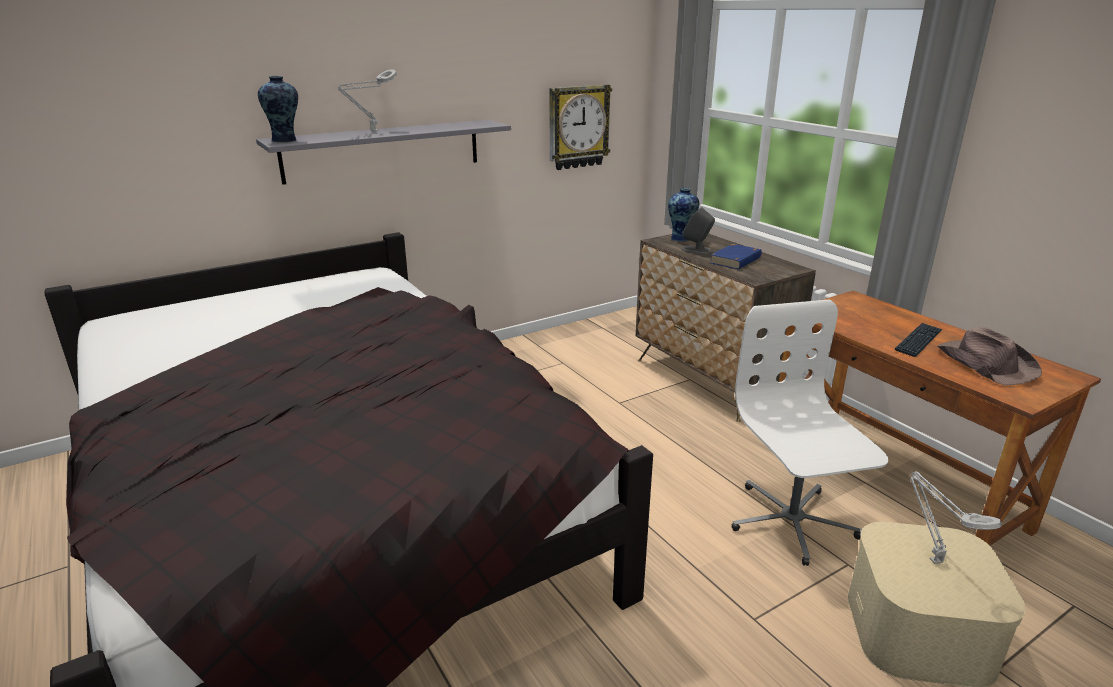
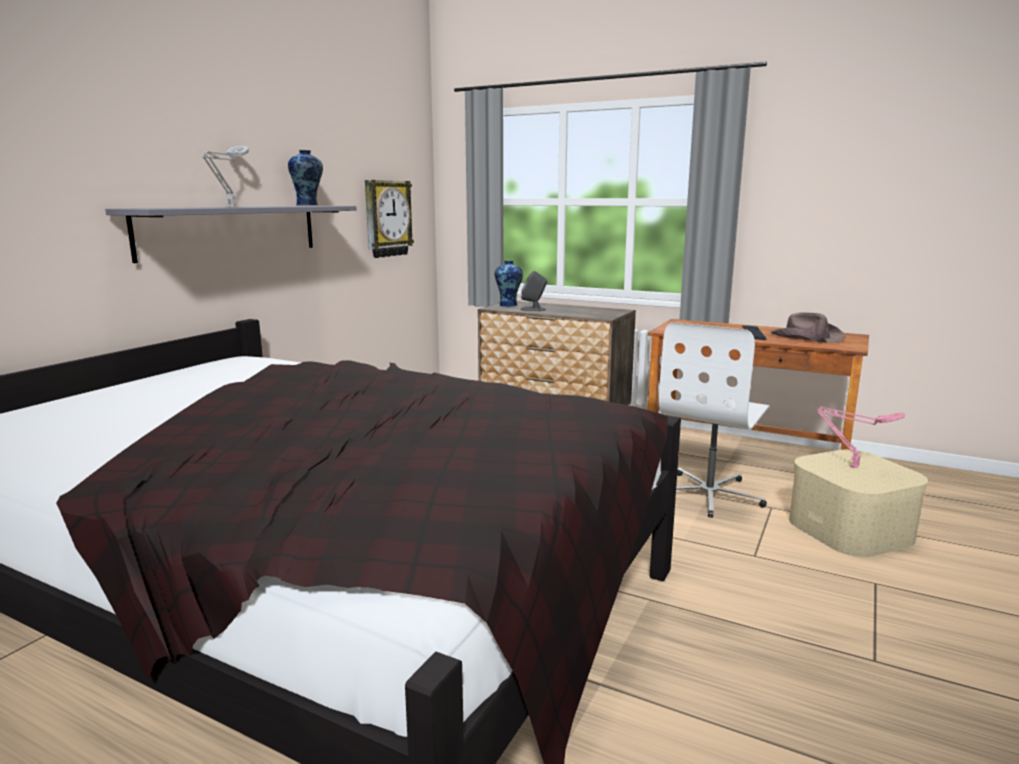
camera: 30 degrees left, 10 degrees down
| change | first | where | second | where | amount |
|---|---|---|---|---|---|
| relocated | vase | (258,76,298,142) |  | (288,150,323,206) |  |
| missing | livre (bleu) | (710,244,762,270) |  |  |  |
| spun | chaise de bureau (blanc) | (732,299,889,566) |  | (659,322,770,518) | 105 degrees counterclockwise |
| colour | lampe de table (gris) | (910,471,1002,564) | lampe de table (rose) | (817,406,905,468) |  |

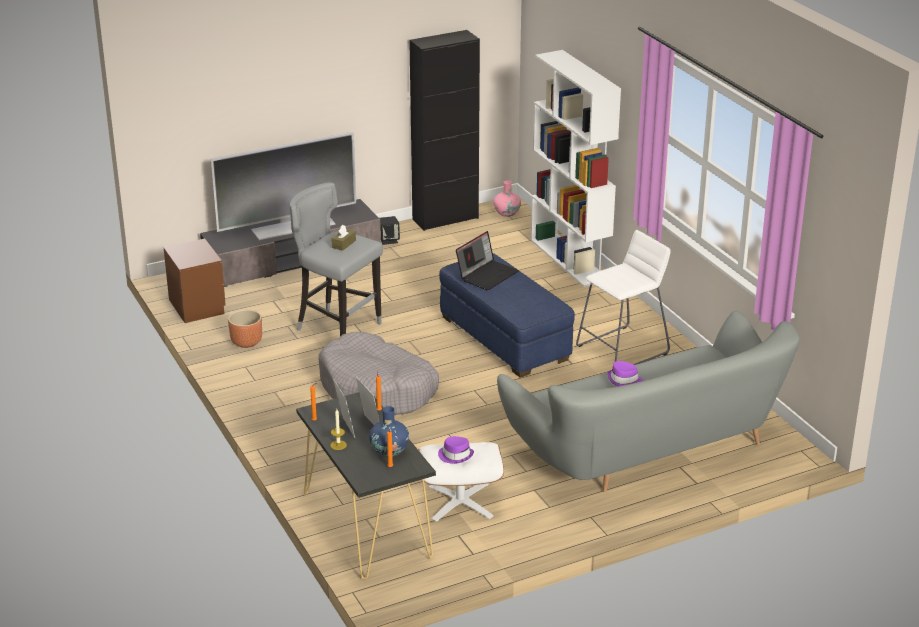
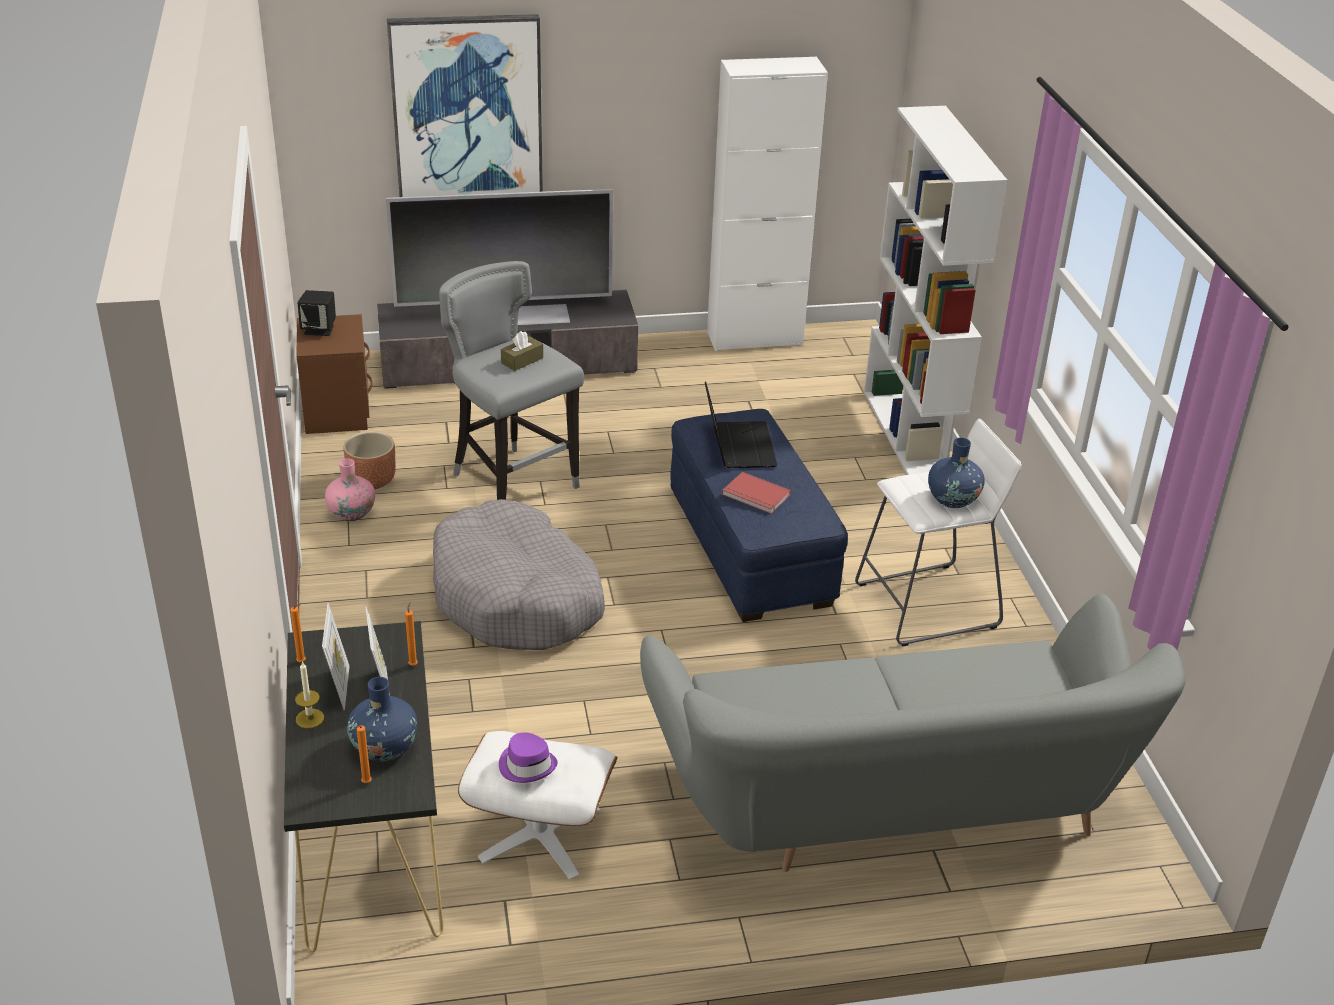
camera: 15 degrees right, 5 degrees up
| change | first | where | second | where | amount |
|---|---|---|---|---|---|
| relocated | enceinte (noir) | (380,216,400,245) |  | (298,290,336,336) |  |
| colour | meuble de rangement (noir) | (409,30,480,231) | meuble de rangement (blanc) | (707,57,828,351) |  |
| spun | ordinateur portable | (456,231,519,290) |  | (705,381,777,468) | 60 degrees counterclockwise |
| relocated | vase (rose) | (493,180,521,217) |  | (325,458,375,521) |  |
| missing | chapeau (violet) | (607,361,643,386) |  |  |  |
| appeared |  |  | tableau | (387,14,543,197) |  |
| appeared |  |  | livre (rouge) | (722,472,791,514) |  |
| appeared |  |  | vase (bleu) | (928,438,985,508) |  |

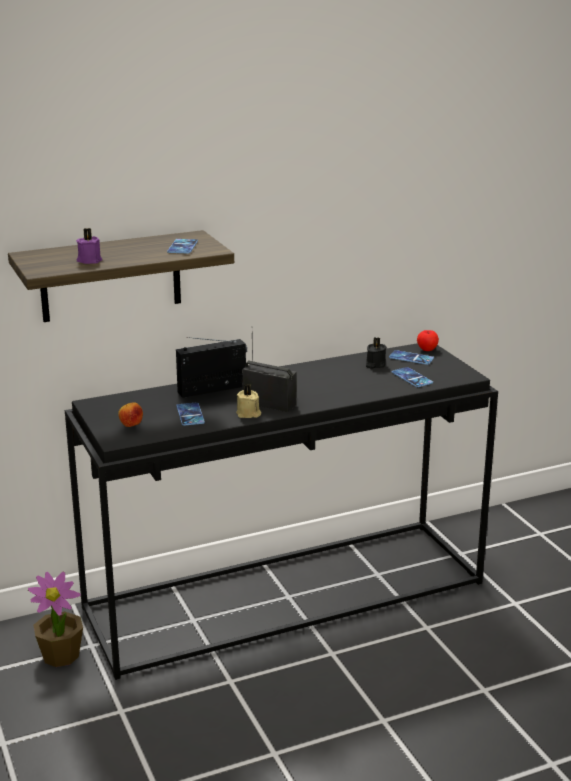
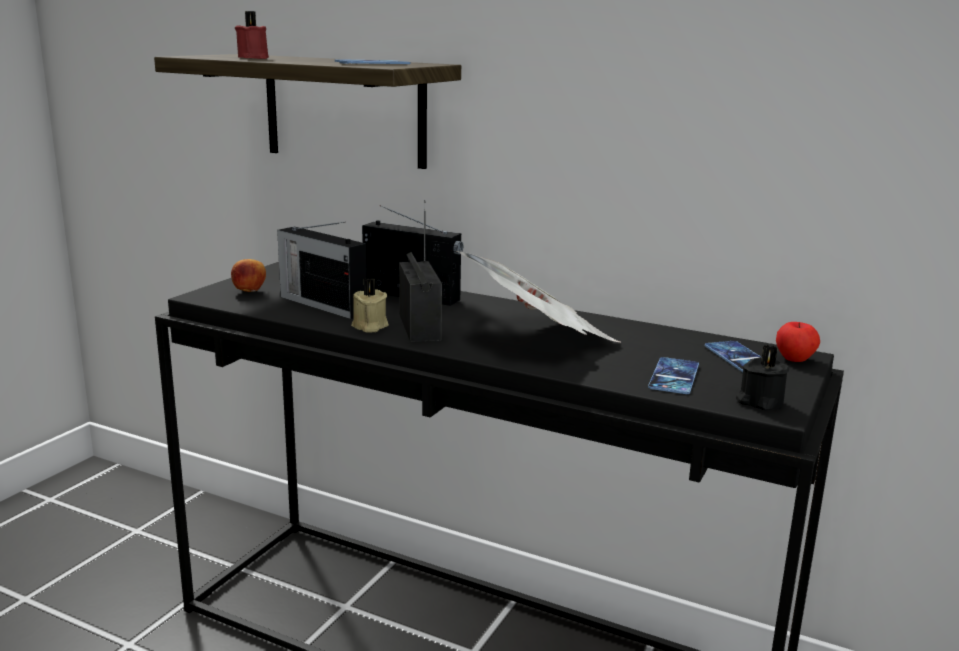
camera: 50 degrees right, 5 degrees down
| change | first | where | second | where | amount |
|---|---|---|---|---|---|
| missing | plante en pot | (28,572,83,667) |  |  |  |
| colour | bougie (violet) | (76,228,102,264) | bougie (rouge) | (235,11,269,59) |  |
| exchanged | téléphone | (176,402,205,426) | radio | (277,222,367,319) |  |
| relocated | bougie (noir) | (366,337,387,369) |  | (736,345,789,410) |  |
| appeared |  |  | journal | (457,251,620,342) |  |

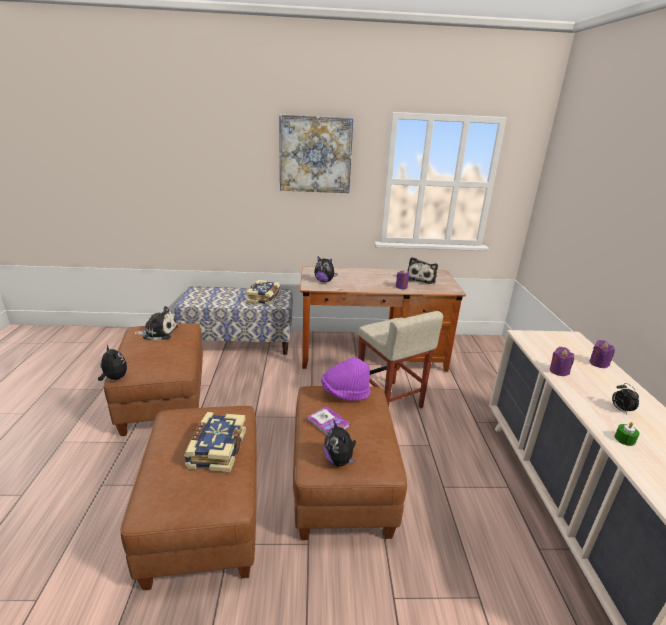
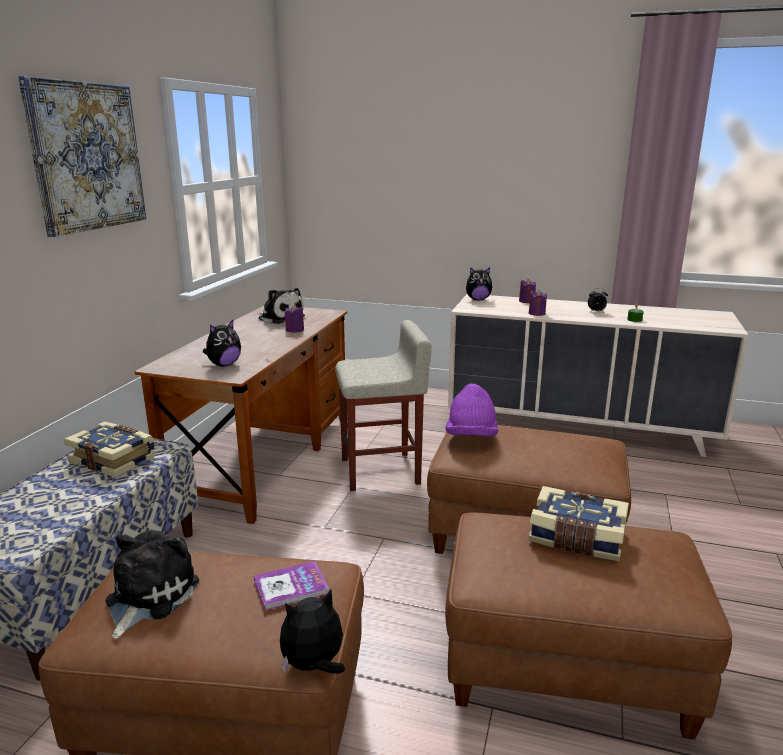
camera: 70 degrees left, 5 degrees down
| change | first | where | second | where | amount |
|---|---|---|---|---|---|
| relocated | livre | (307,406,350,435) |  | (254,561,329,611) |  |
| relocated | peluche | (324,421,356,467) |  | (466,267,493,300) |  |

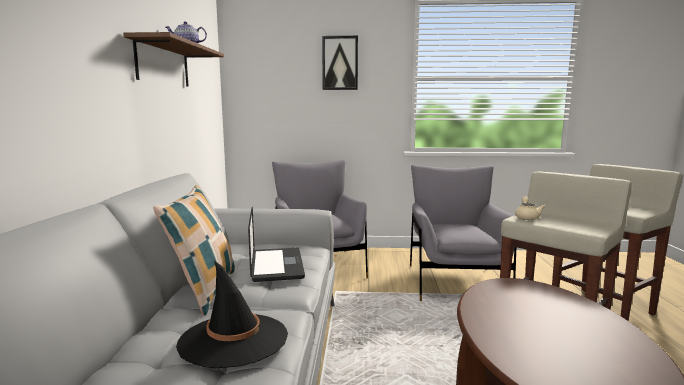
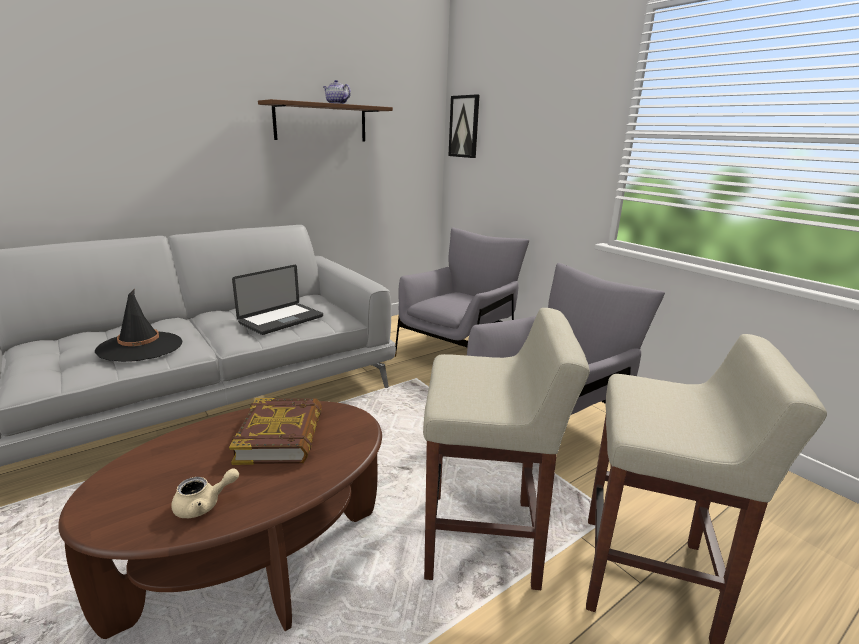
camera: 50 degrees right, 10 degrees up
| change | first | where | second | where | amount |
|---|---|---|---|---|---|
| missing | coussin | (153,185,235,315) |  |  |  |
| relocated | tableau | (322,36,358,90) |  | (448,94,479,158) |  |
| relocated | théière (beige) | (515,196,545,220) |  | (171,468,239,518) |  |
| appeared |  |  | livre | (229,398,322,465) |  |

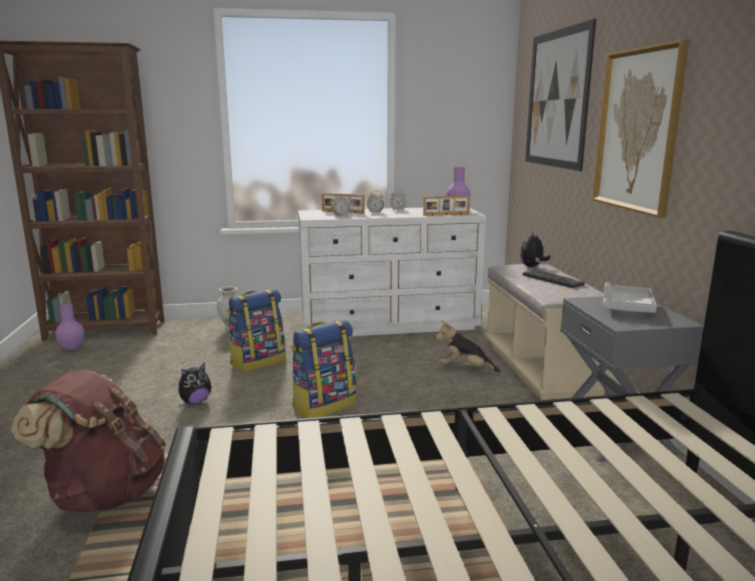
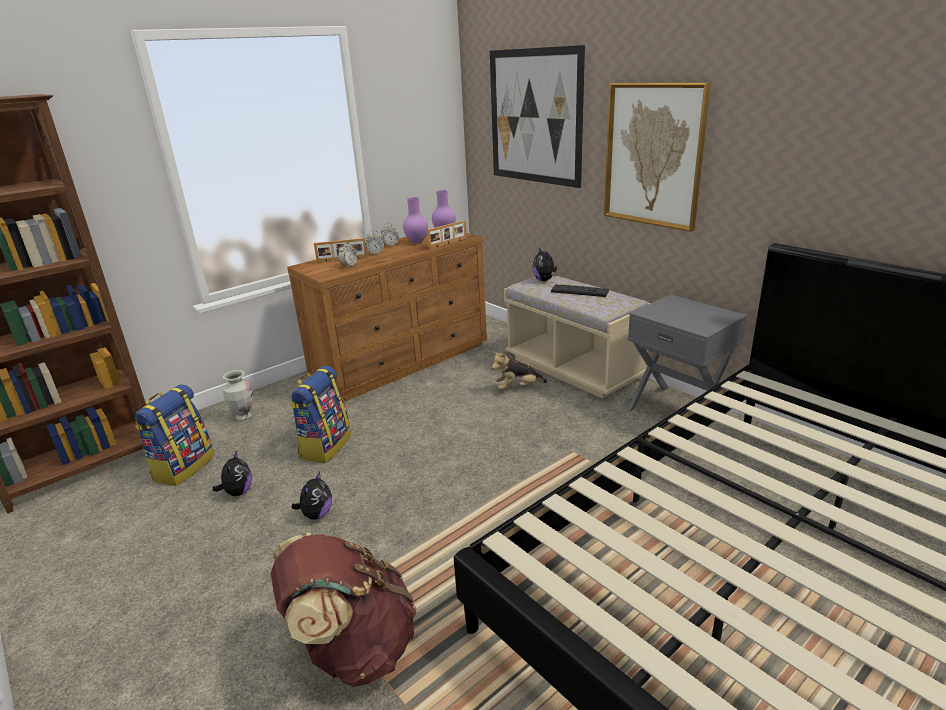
camera: 30 degrees left, 10 degrees up
| change | first | where | second | where | amount |
|---|---|---|---|---|---|
| relocated | vase (violet) | (55,304,84,350) |  | (403,197,428,244) |  |
| relocated | sac à dos | (291,320,356,418) |  | (135,384,214,486) |  |
| colour | commode (blanc) | (298,208,486,337) | commode (marron) | (287,233,487,401) |  |
| missing | plateau (gris) | (603,283,657,313) |  |  |  |
| appeared |  |  | peluche | (212,450,252,496) |  |

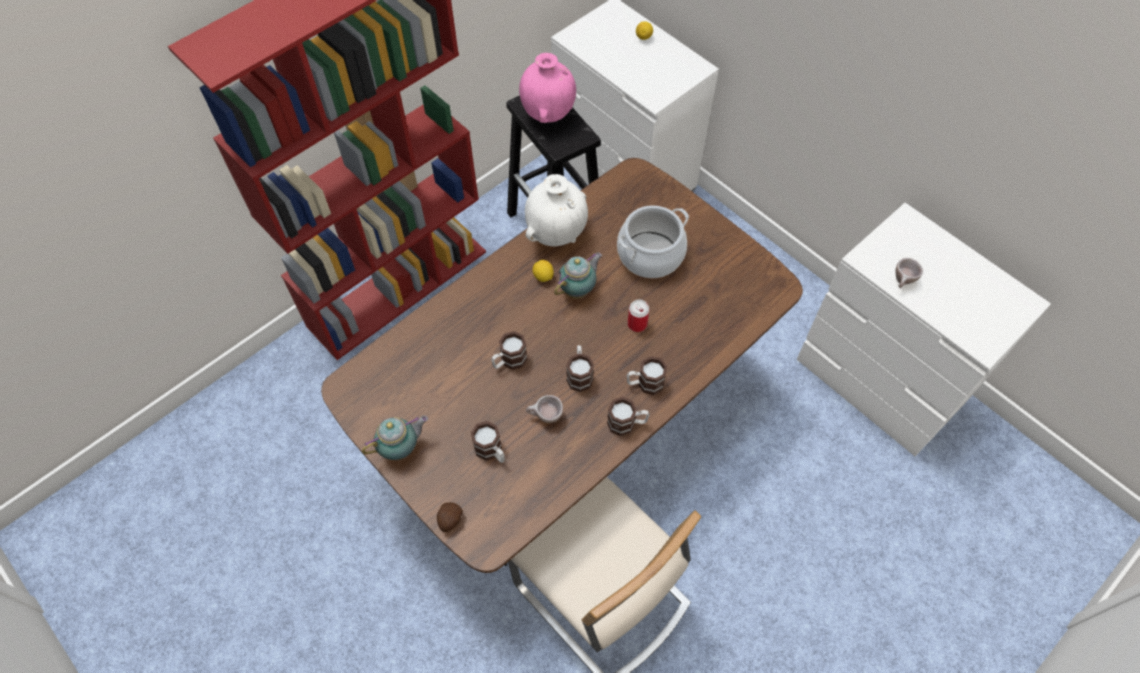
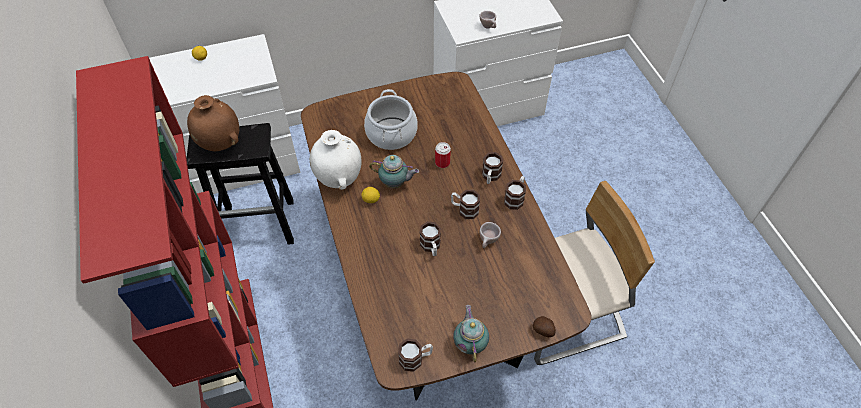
camera: 65 degrees left, 5 degrees down
| change | first | where | second | where | amount |
|---|---|---|---|---|---|
| relocated | mug | (471,421,505,463) |  | (398,339,433,372) |  |
| colour | vase (rose) | (519,53,576,123) | vase (marron) | (187,95,239,151) |  |
| spun | théière | (554,252,602,299) |  | (369,155,419,189) | 120 degrees clockwise |

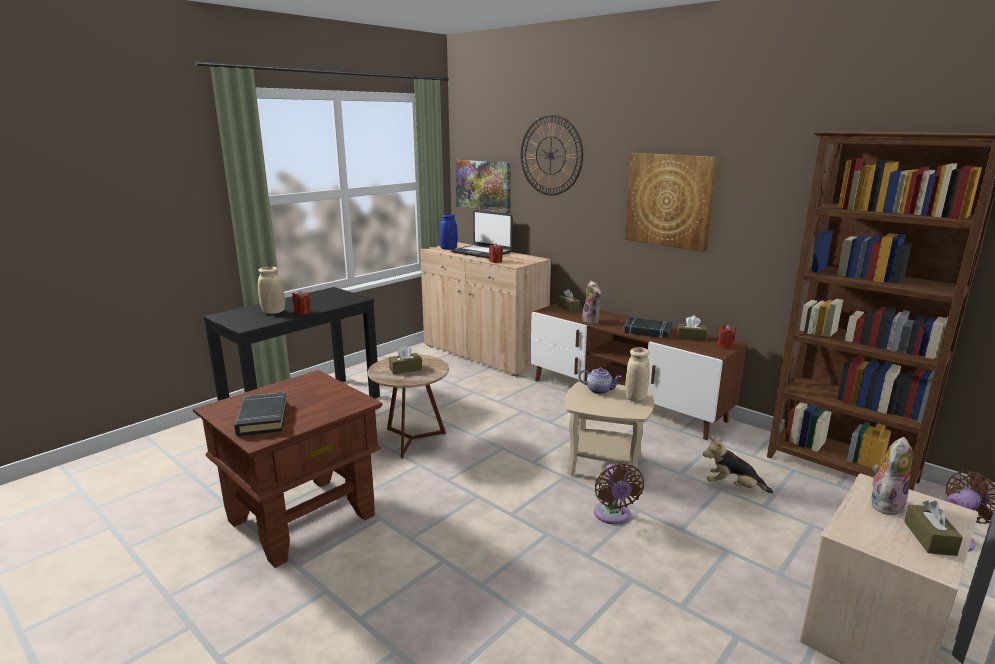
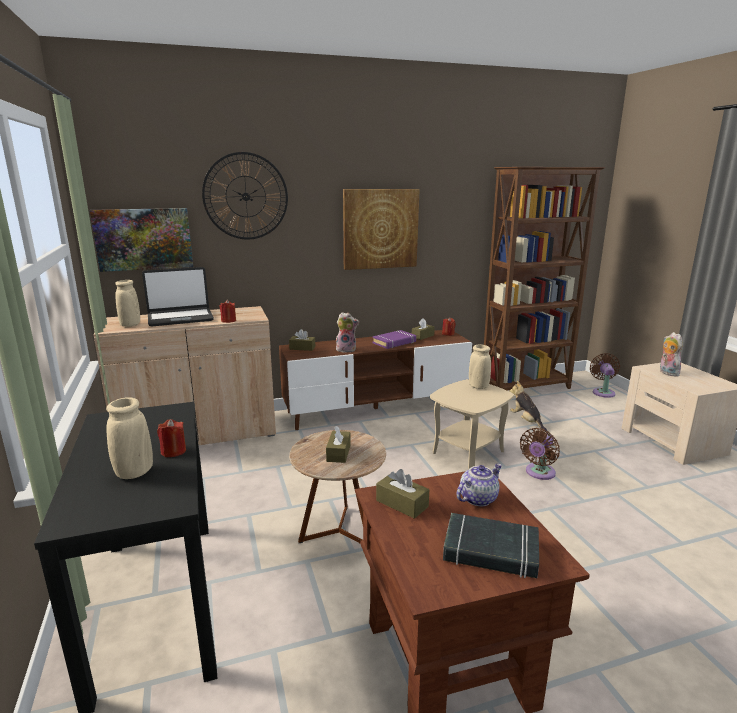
camera: 60 degrees left, 0 degrees up
| change | first | where | second | where | amount |
|---|---|---|---|---|---|
| colour | vase (bleu) | (439,214,458,250) | vase (beige) | (115,280,140,327) |  |
| relocated | théière | (579,367,622,394) |  | (457,463,502,506) |  |
| spun | ventilateur (marron) | (594,463,644,525) |  | (520,428,560,480) | 105 degrees clockwise |
| colour | livre (noir) | (623,318,672,338) | livre (violet) | (373,330,416,349) |  |
| spun | peluche | (703,436,773,493) |  | (509,381,547,432) | 105 degrees clockwise |
| relocated | boîte à mouchoirs (marron) | (904,501,963,556) |  | (376,469,429,519) |  |

